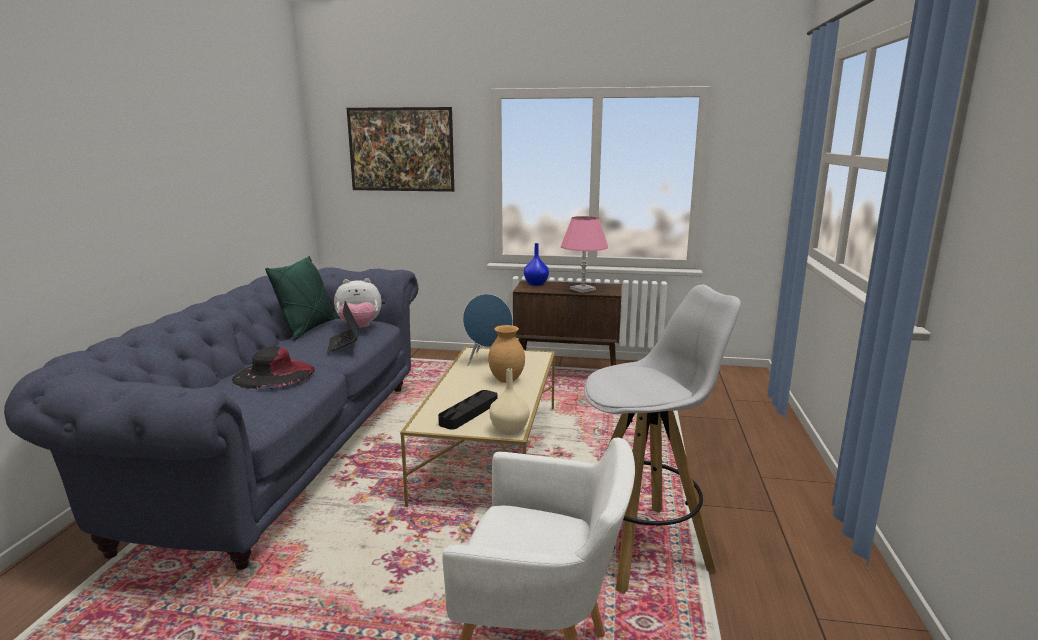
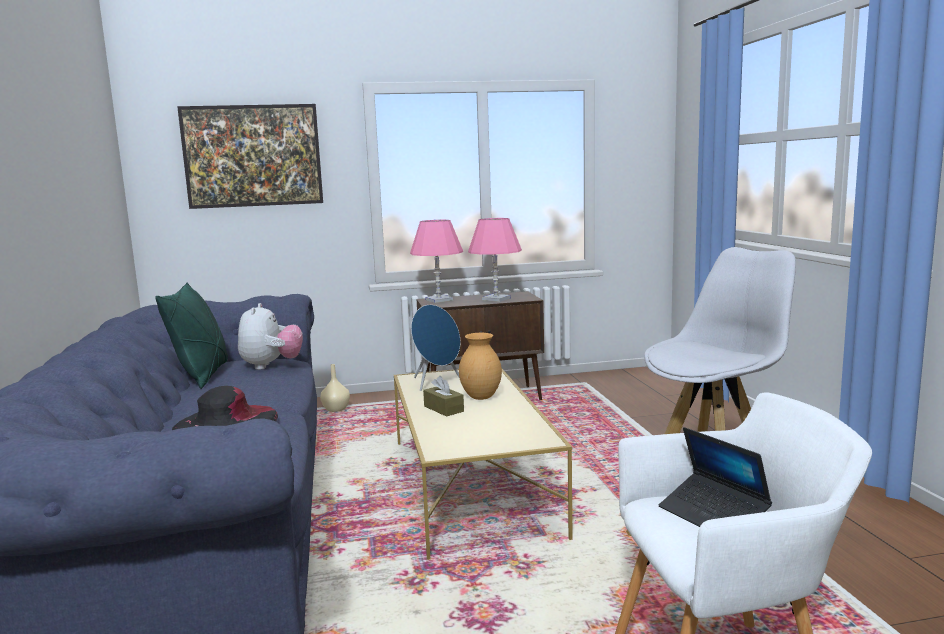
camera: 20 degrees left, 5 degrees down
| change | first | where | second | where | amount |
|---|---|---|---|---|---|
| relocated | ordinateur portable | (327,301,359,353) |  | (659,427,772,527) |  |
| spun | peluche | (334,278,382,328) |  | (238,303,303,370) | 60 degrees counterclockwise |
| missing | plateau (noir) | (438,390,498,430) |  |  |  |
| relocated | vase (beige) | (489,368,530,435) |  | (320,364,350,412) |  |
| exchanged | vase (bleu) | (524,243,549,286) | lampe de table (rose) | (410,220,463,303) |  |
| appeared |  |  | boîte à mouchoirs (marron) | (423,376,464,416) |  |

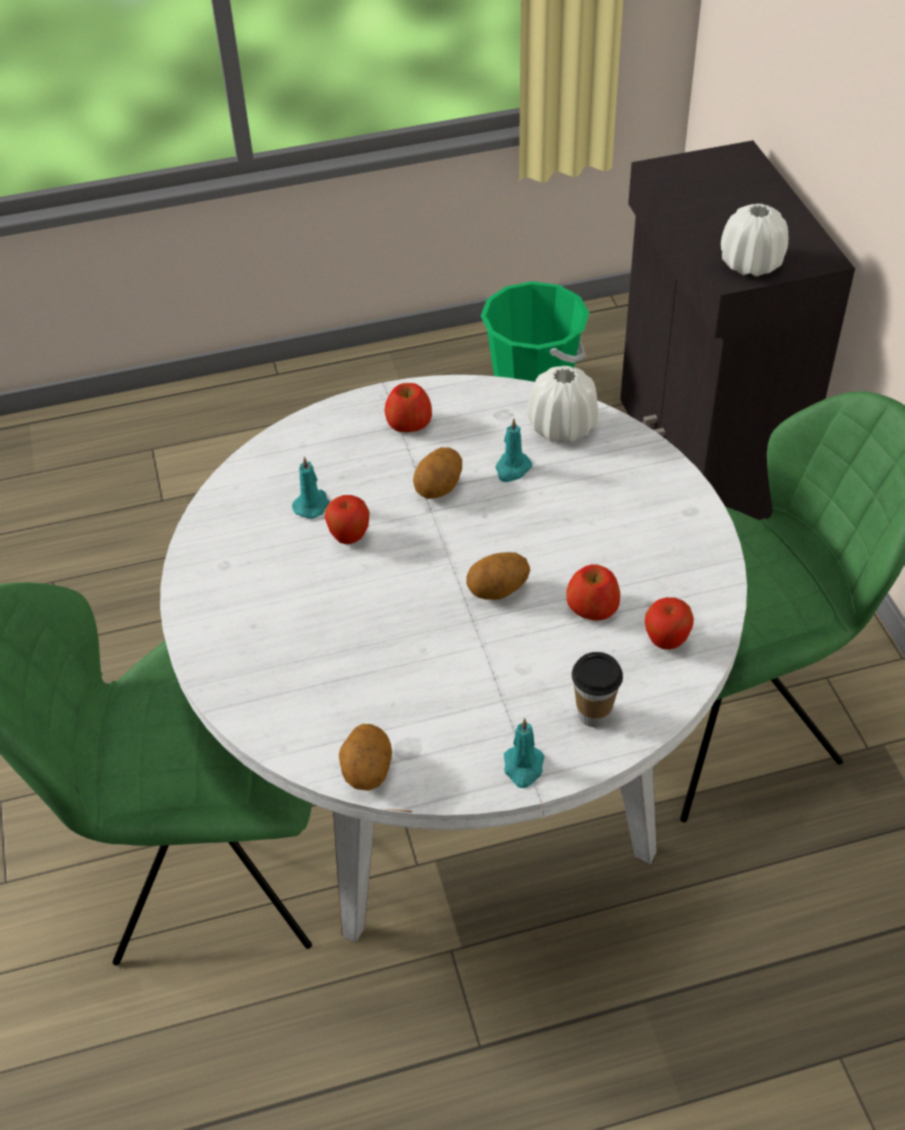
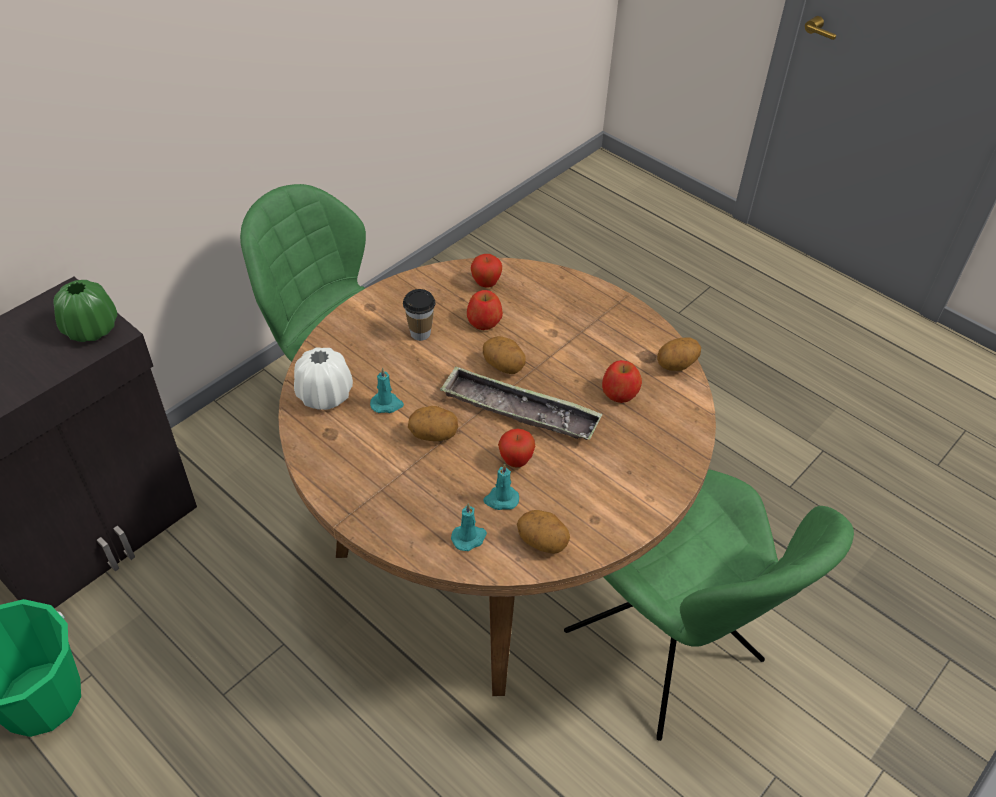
camera: 125 degrees left, 0 degrees up
| change | first | where | second | where | amount |
|---|---|---|---|---|---|
| colour | table à manger (blanc) | (160,375,747,943) | table à manger (marron) | (278,258,716,696) |  |
| relocated | pomme | (385,383,432,432) |  | (602,360,642,403) |  |
| relocated | bougie (turquoise) | (504,718,545,788) |  | (451,503,487,551) |  |
| relocated | tasse | (572,652,623,727) |  | (403,289,436,341) |  |
| colour | vase (blanc) | (721,204,788,277) | vase (vert) | (53,280,117,342) |  |
| appeared |  |  | plateau | (440,366,603,440) |  |
| appeared |  |  | pomme de terre | (517,510,570,554) |  |

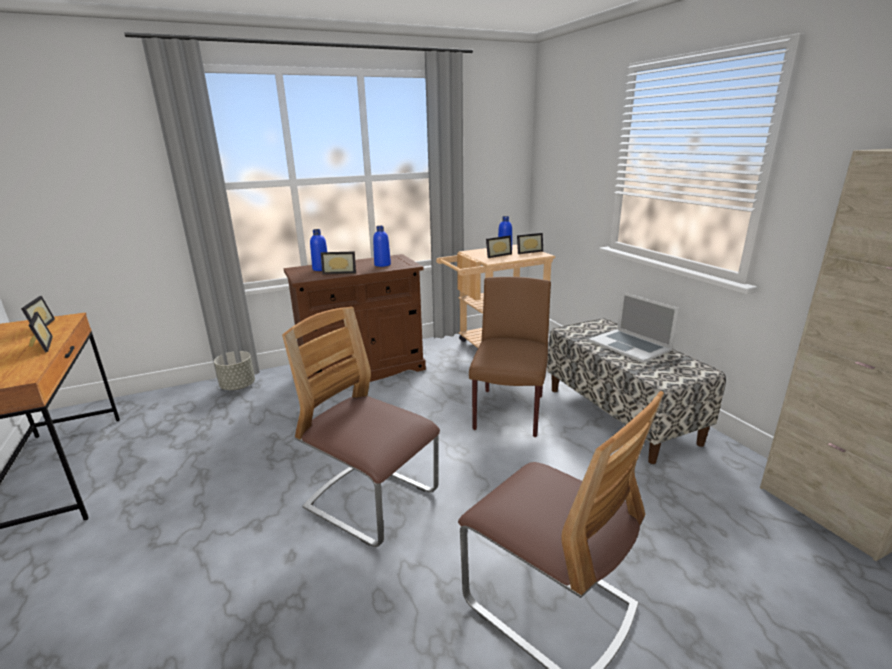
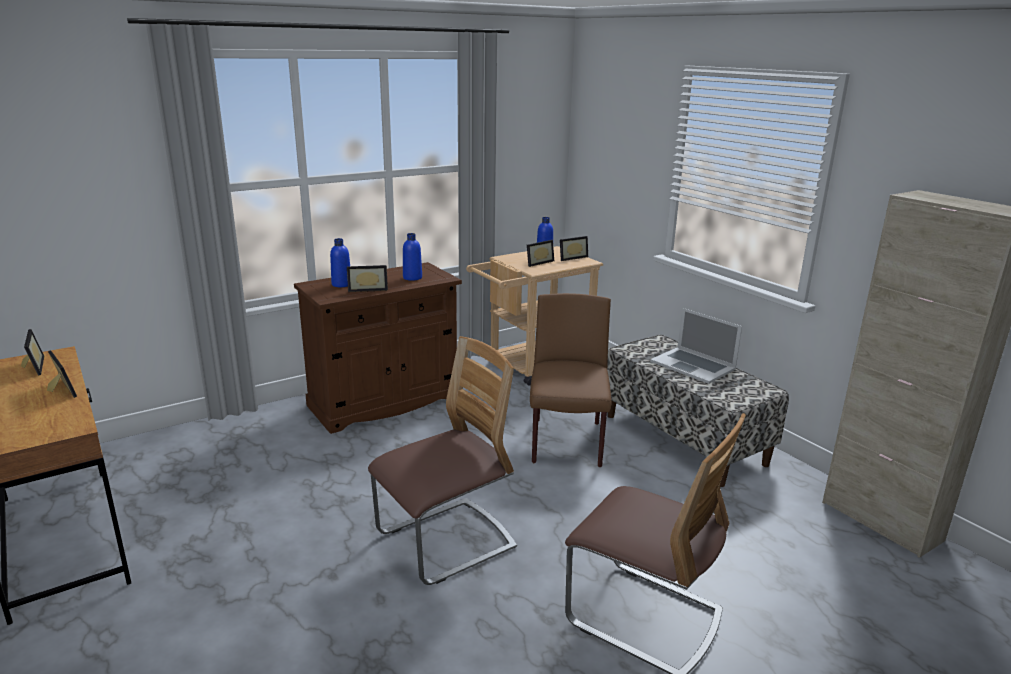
camera: 10 degrees left, 0 degrees up
| change | first | where | second | where | amount |
|---|---|---|---|---|---|
| missing | cache-pot (gris) | (214,351,255,390) |  |  |  |
| spun | chaise | (282,307,440,547) |  | (368,336,517,585) | 120 degrees clockwise |

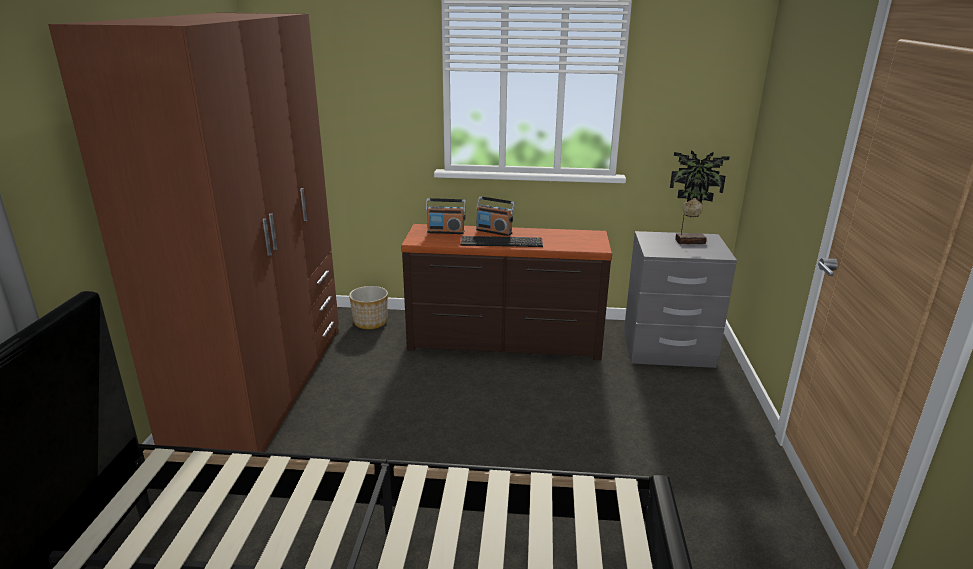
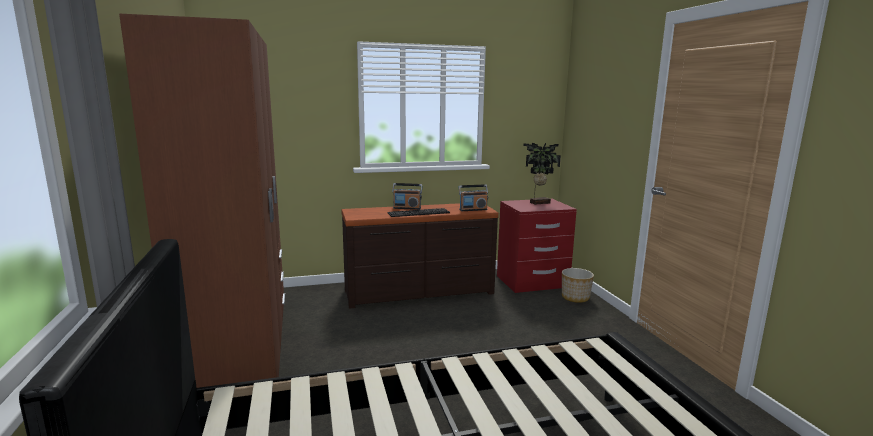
camera: 20 degrees left, 10 degrees down
| change | first | where | second | where | amount |
|---|---|---|---|---|---|
| relocated | cache-pot | (349,286,388,329) |  | (562,268,594,303) |  |
| relocated | radio | (426,198,466,234) |  | (459,184,488,211) |  |
| colour | table de chevet (gris) | (624,231,737,368) | table de chevet (rouge) | (497,199,577,293) |  |

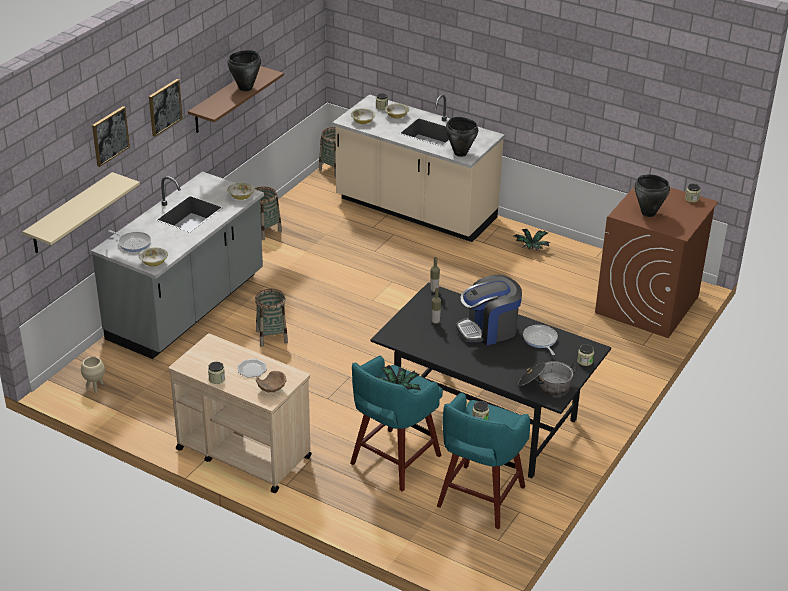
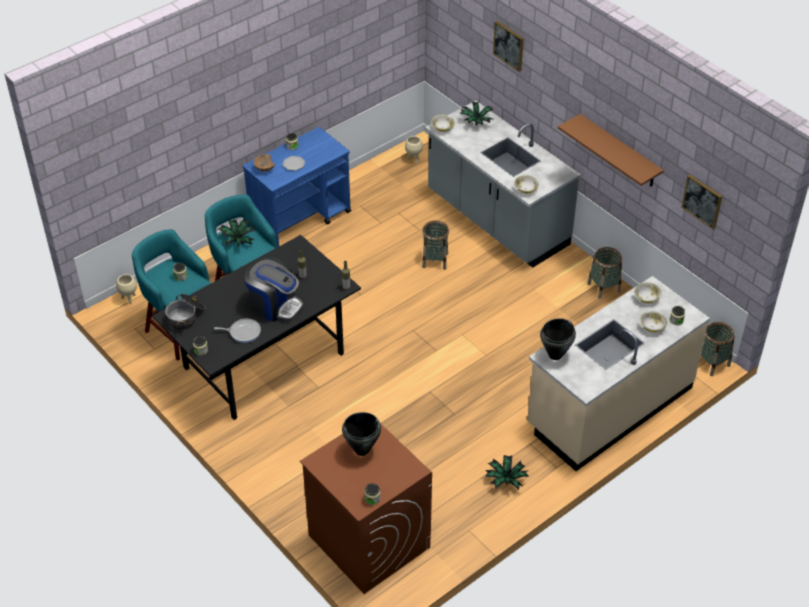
camera: 110 degrees right, 10 degrees up
| change | first | where | second | where | amount |
|---|---|---|---|---|---|
| missing | étagère (beige) | (23,172,140,253) |  |  |  |
| exchanged | poêle | (108,230,151,252) | plante en pot | (460,102,493,125) |  |
| relocated | tableau | (149,79,183,137) |  | (681,174,722,230) |  |
| colour | chariot (beige) | (169,333,312,493) | chariot (bleu) | (243,127,351,247) |  |
| missing | marmite (noir) | (227,50,261,91) |  |  |  |
| spun | machine à café | (456,275,522,345) |  | (245,257,304,322) | 120 degrees clockwise |
| appeared |  |  | cache-pot (beige) | (116,274,137,304) |  |

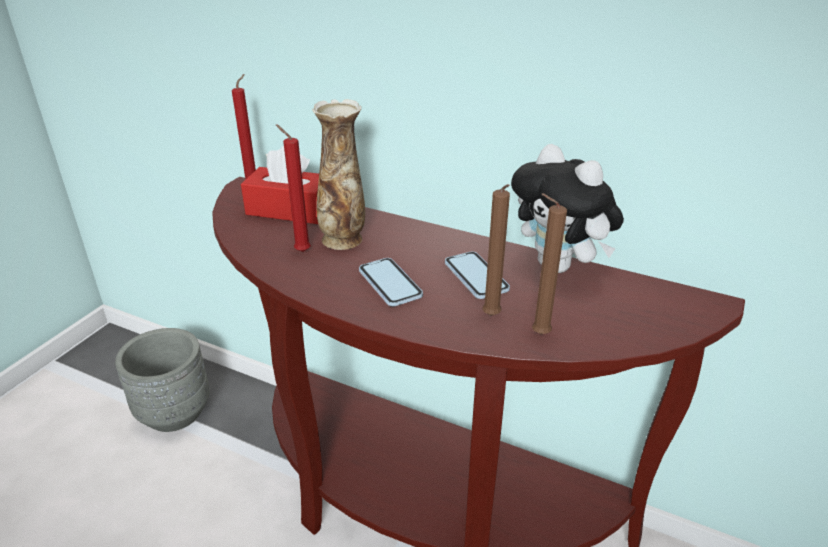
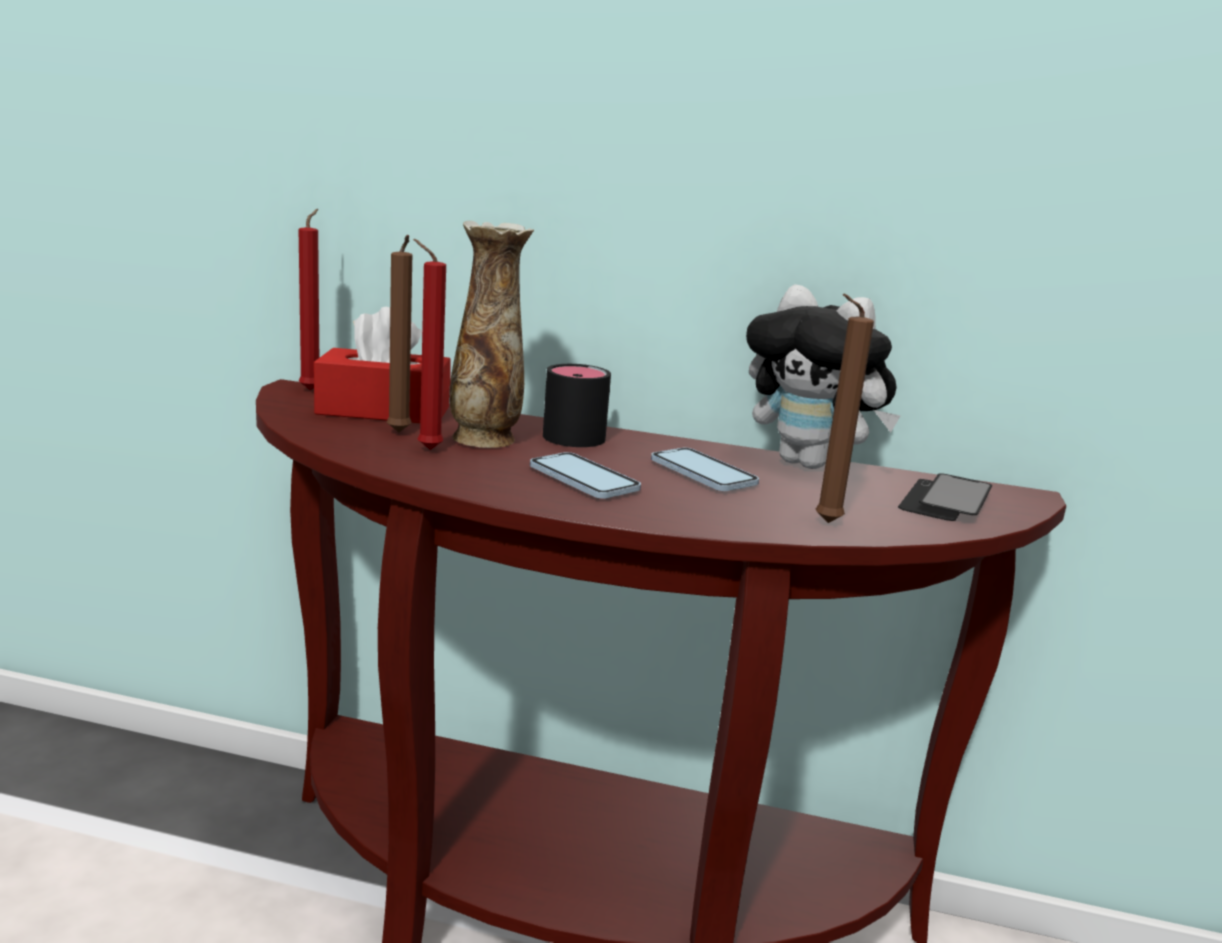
camera: 15 degrees left, 15 degrees down
| change | first | where | second | where | amount |
|---|---|---|---|---|---|
| missing | cache-pot (gris) | (115,328,210,432) |  |  |  |
| relocated | bougie (marron) | (482,184,510,316) |  | (387,235,412,432) |  |
| appeared |  |  | mug (noir) | (543,364,611,447) |  |
| appeared |  |  | téléphone | (898,473,992,521) |  |

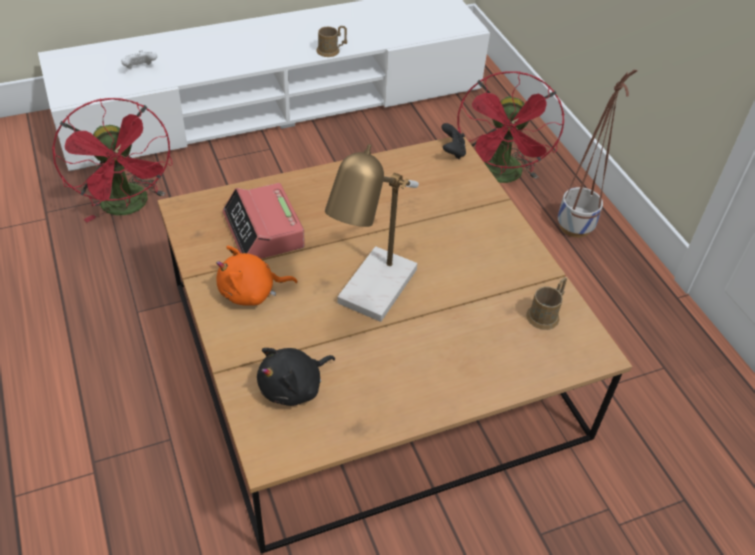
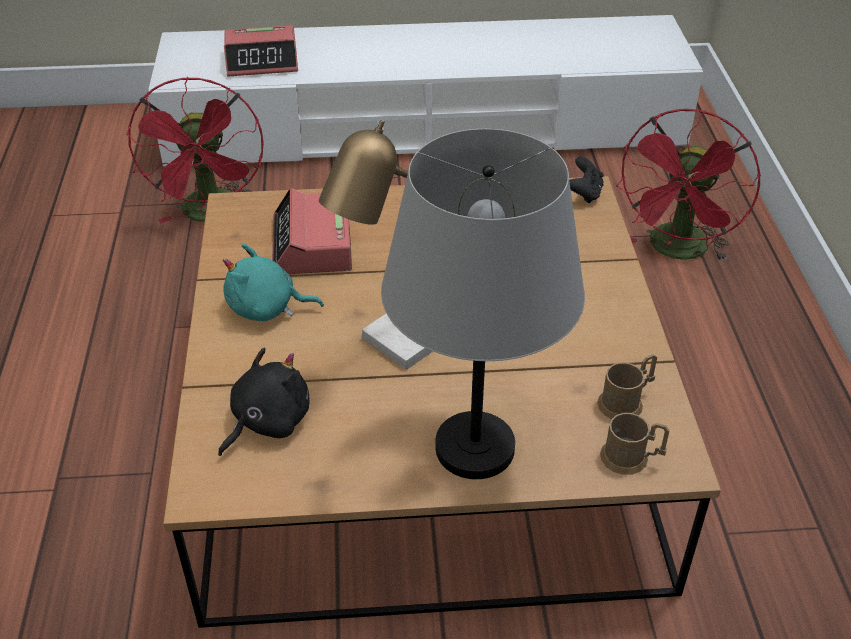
camera: 20 degrees right, 5 degrees down
| change | first | where | second | where | amount |
|---|---|---|---|---|---|
| exchanged | manette (blanc) | (121,50,157,69) | réveil | (224,25,298,77) |  |
| colour | peluche (orange) | (216,246,297,306) | peluche (turquoise) | (223,244,324,321) |  |
| spun | peluche (noir) | (257,348,335,406) |  | (218,348,310,456) | 150 degrees clockwise |
| relocated | mug (marron) | (316,26,347,57) |  | (600,413,670,475) |  |
| missing | cache-pot | (558,70,638,238) |  |  |  |
| appeared |  |  | lampe de table (gris) | (381,129,585,479) |  |

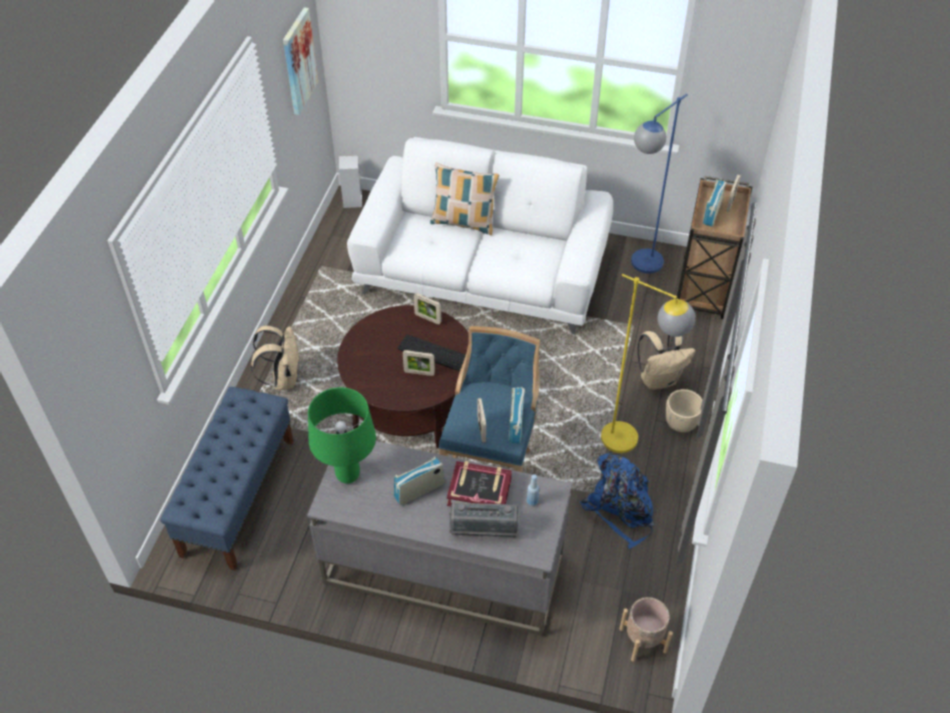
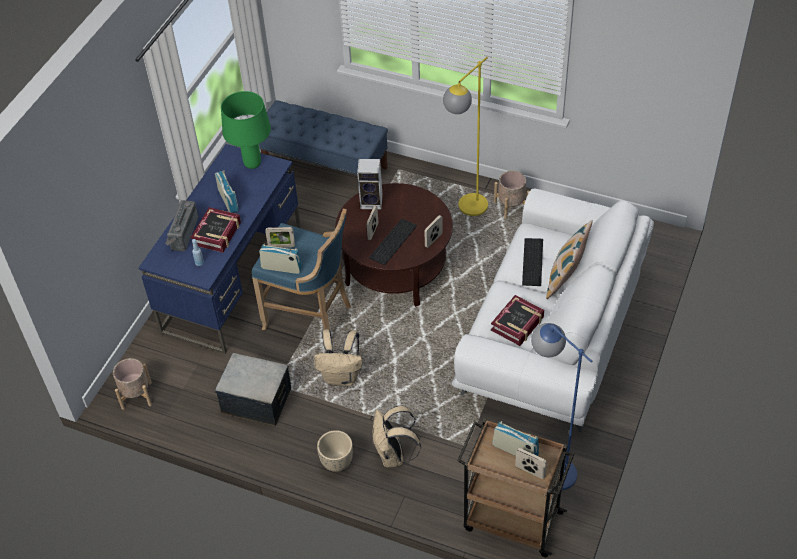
camera: 100 degrees right, 0 degrees up
| change | first | where | second | where | amount |
|---|---|---|---|---|---|
| relocated | sac à dos (beige) | (251,325,299,390) |  | (314,329,362,386) |  |
| missing | tableau | (283,7,318,115) |  |  |  |
| colour | bureau (gris) | (307,441,572,637) | bureau (bleu) | (139,144,301,354) |  |
| relocated | enceinte | (339,155,362,208) |  | (357,159,383,209) |  |
| exchanged | sac à dos (bleu) | (580,453,655,549) | boîte de rangement | (215,353,291,426) |  |
| relocated | lampadaire (jaune) | (601,274,696,453) |  | (443,57,488,216) |  |
| appeared |  |  | livre | (491,295,544,346) |  |
| appeared |  |  | cache-pot (beige) | (494,171,529,219) |  |
| appeared |  |  | clavier | (522,238,543,286) |  |

